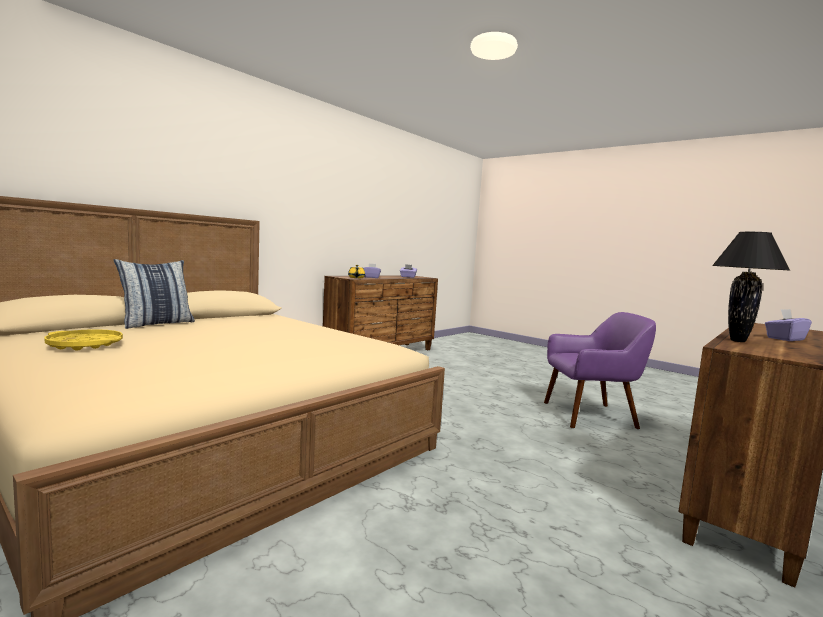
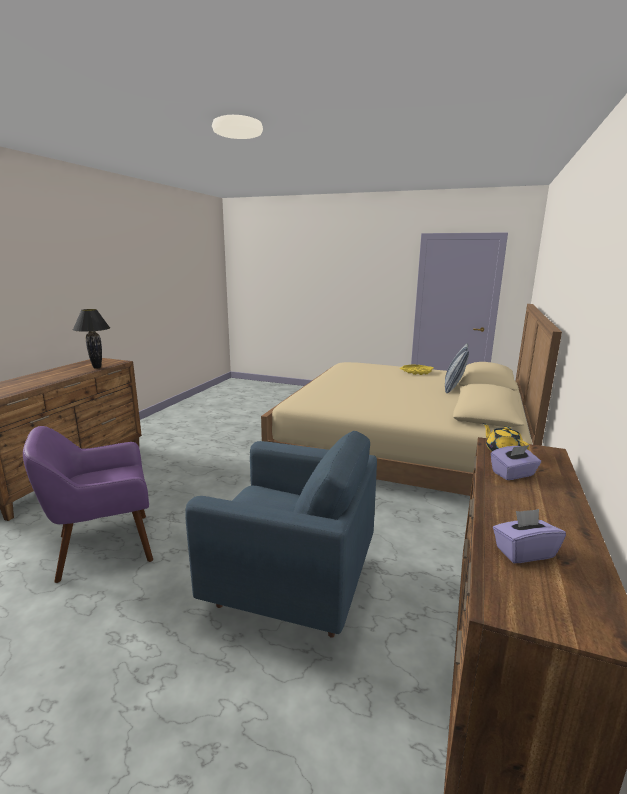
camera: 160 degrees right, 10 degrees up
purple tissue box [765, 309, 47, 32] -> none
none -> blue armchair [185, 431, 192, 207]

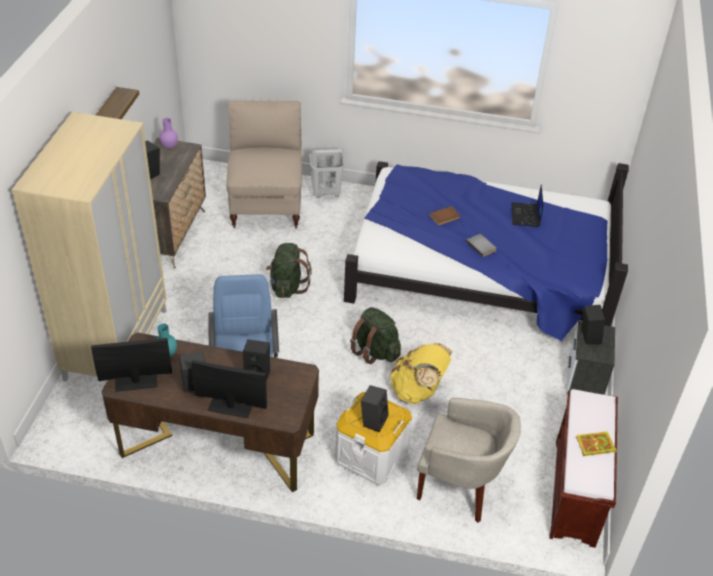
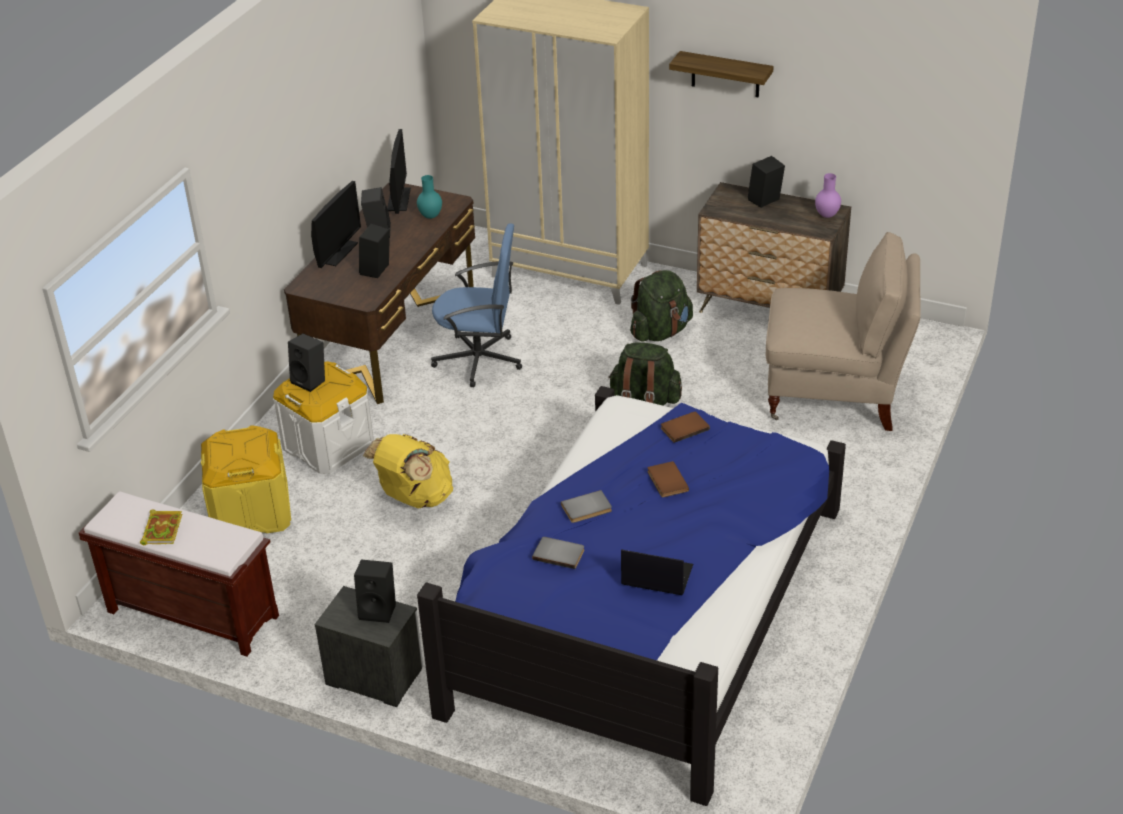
camera: 105 degrees right, 5 degrees down
white laundry basket [309, 149, 35, 49] -> none
green backpack [350, 307, 51, 57] -> green backpack [630, 270, 63, 72], relocated
beige armchair [417, 398, 104, 125] -> yellow storage box [201, 425, 90, 108]
none -> grey book [532, 537, 52, 32]
none -> brown book [661, 412, 49, 31]

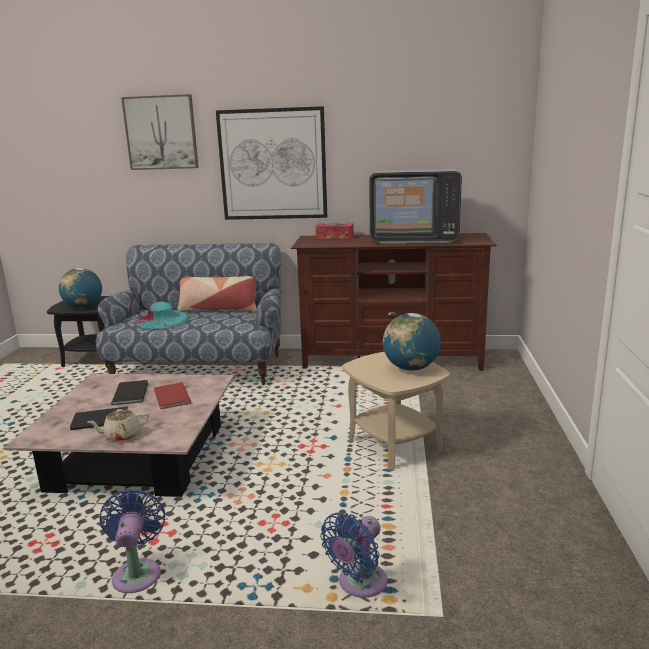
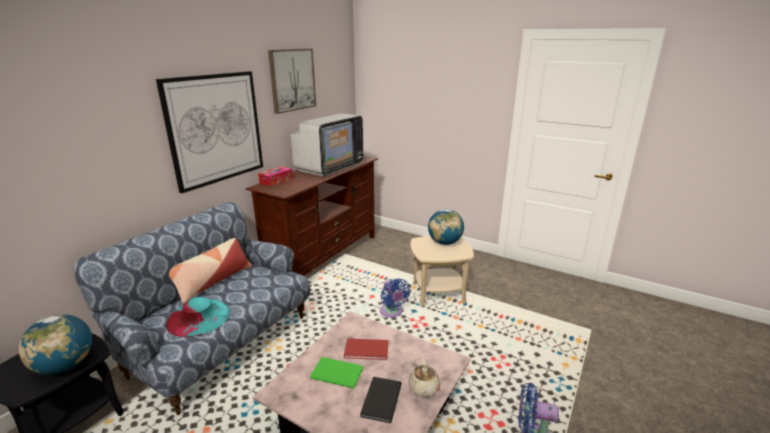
camera: 65 degrees left, 5 degrees up
black book [111, 380, 37, 25] -> green book [310, 357, 53, 32]
picture [121, 94, 78, 76] -> picture [268, 49, 48, 65], relocated
blue fan [320, 512, 67, 86] -> blue fan [380, 279, 31, 38], relocated

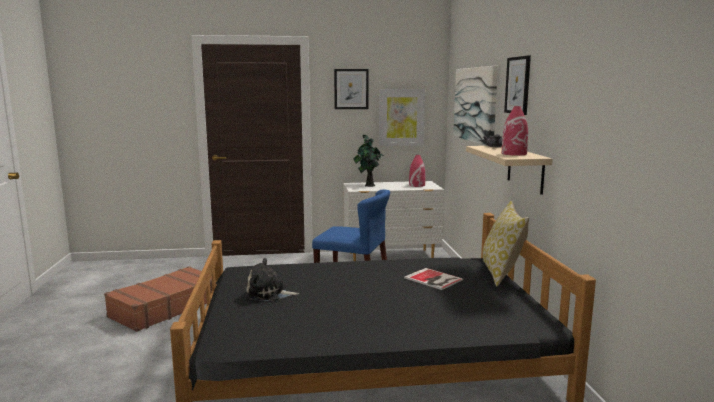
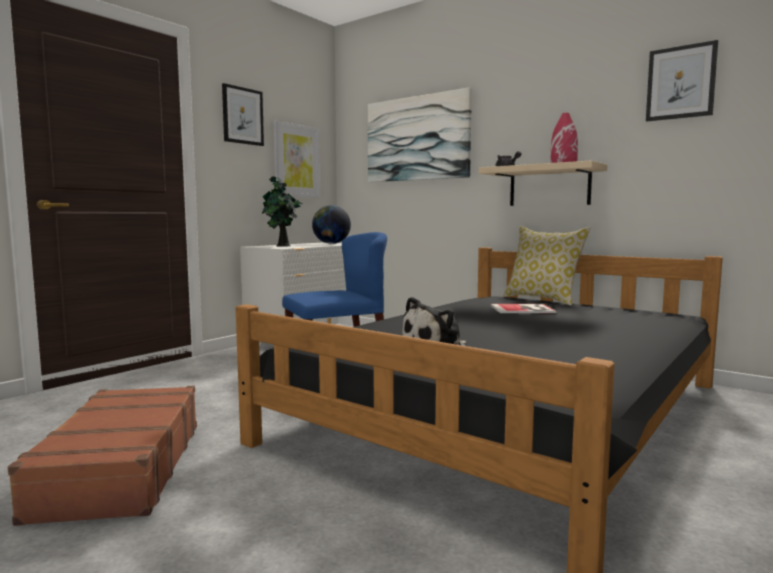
camera: 45 degrees left, 5 degrees down
red vase [409, 155, 16, 32] -> globe [312, 205, 39, 39]
picture [504, 56, 27, 59] -> picture [646, 40, 72, 82], relocated

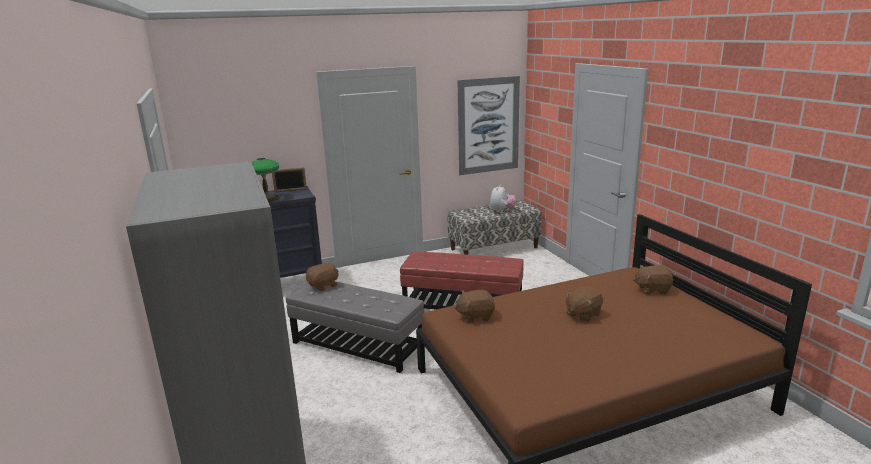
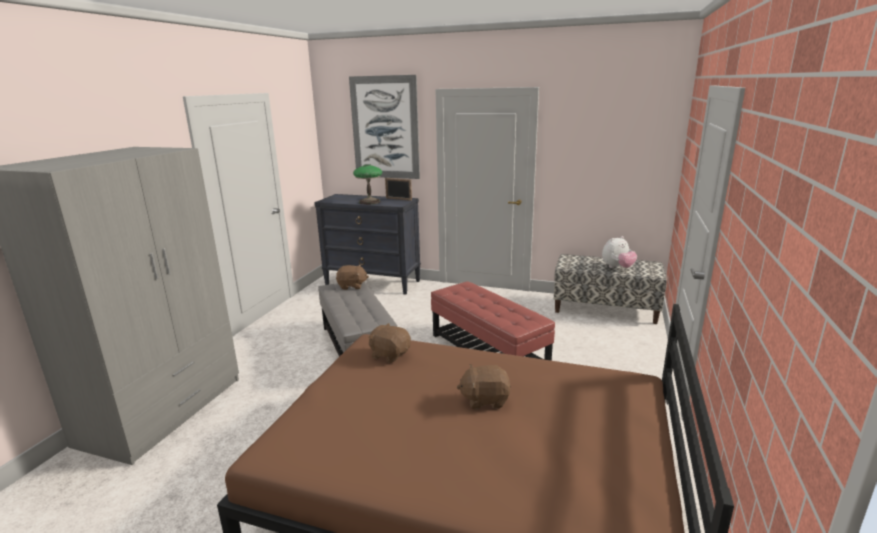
camera: 40 degrees right, 0 degrees up
picture [458, 76, 62, 99] -> picture [349, 75, 71, 104], relocated
brown plush toy [633, 265, 40, 30] -> none

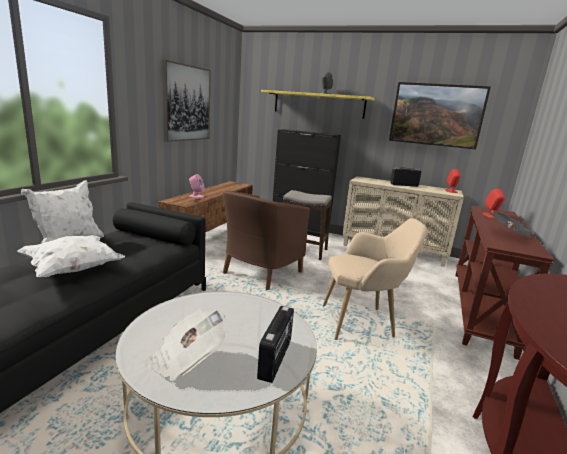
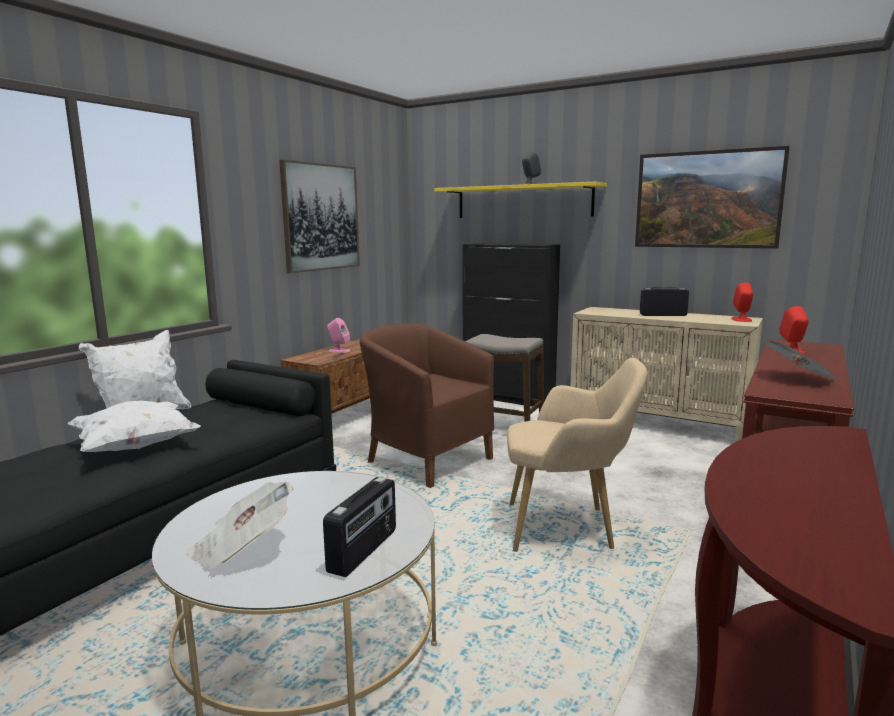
camera: 10 degrees right, 5 degrees down
brown armchair [223, 191, 87, 99] -> brown armchair [360, 324, 134, 164], 90 degrees clockwise

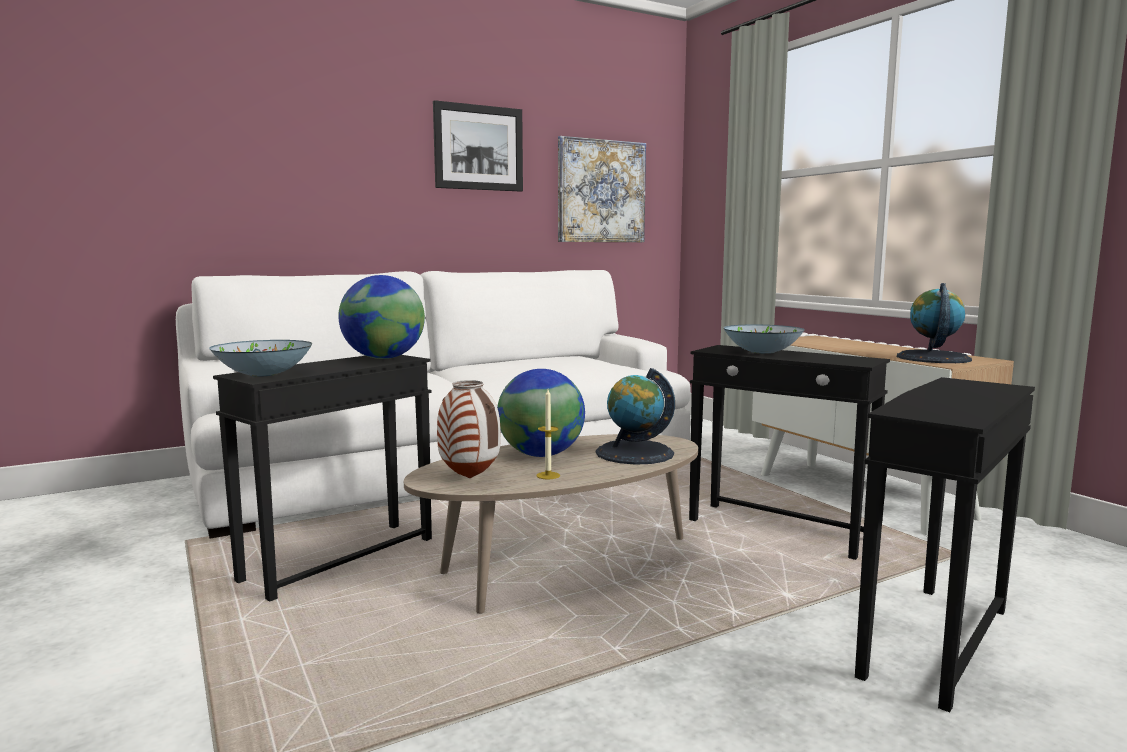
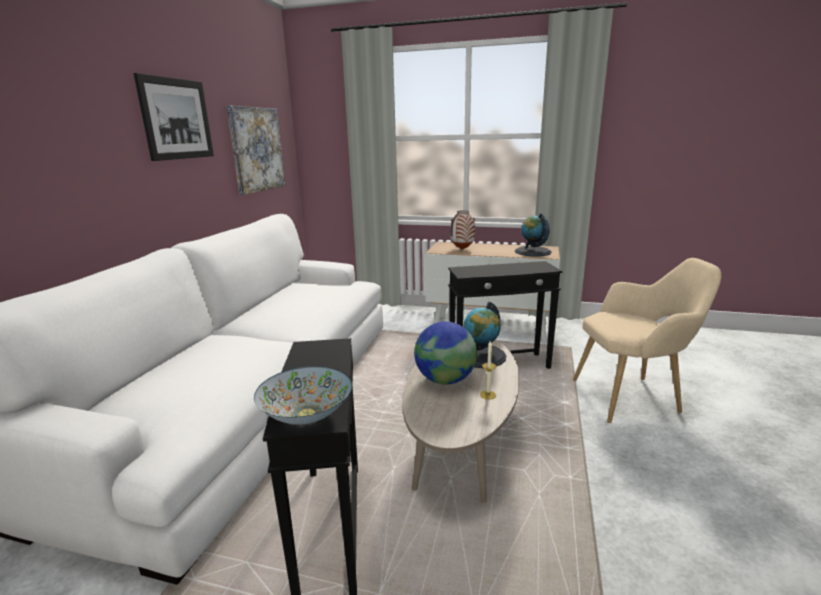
camera: 45 degrees left, 10 degrees up
globe [338, 275, 87, 84] -> none
vase [437, 380, 64, 98] -> vase [450, 210, 25, 40], relocated
bowl [723, 325, 82, 29] -> none
black side table [855, 377, 180, 335] -> beige armchair [573, 258, 148, 165]

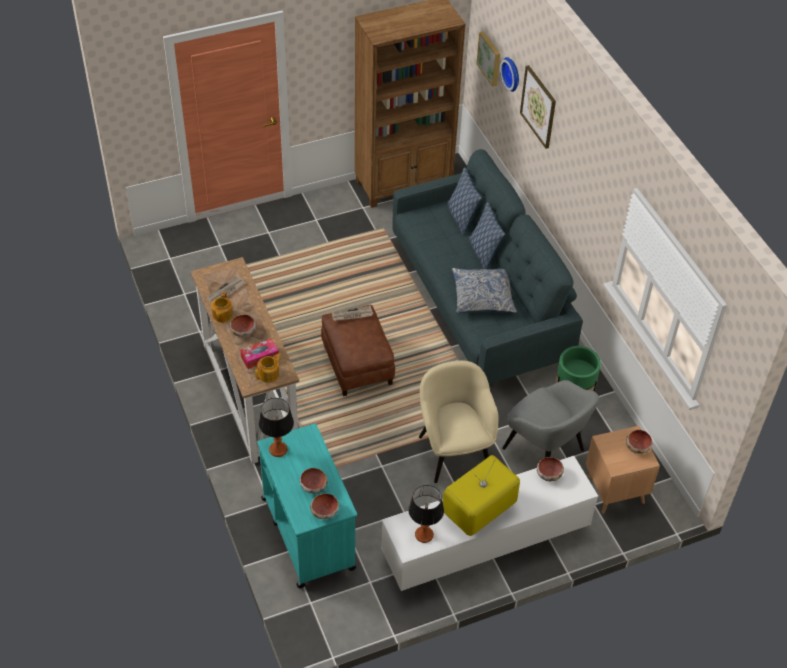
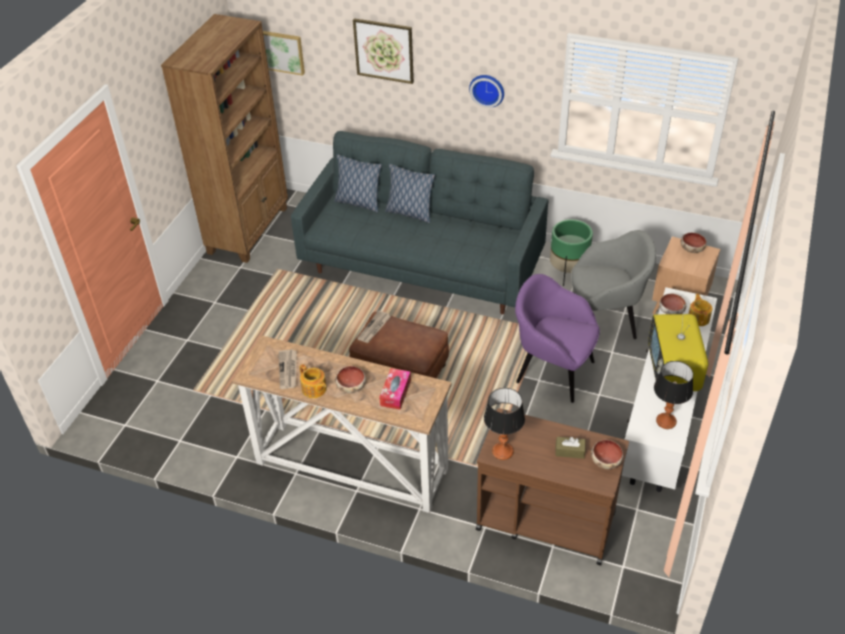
camera: 45 degrees left, 5 degrees down
teapot [255, 353, 27, 30] -> teapot [688, 294, 24, 32], relocated
turquoise cart [257, 423, 100, 165] -> brown cart [476, 408, 153, 157]
bowl [300, 468, 28, 26] -> brown tissue box [555, 437, 31, 22]
beige armchair [419, 360, 80, 123] -> purple armchair [515, 274, 85, 129]
pillow [452, 268, 65, 45] -> none
wall clock [500, 57, 19, 35] -> wall clock [469, 75, 35, 33], relocated

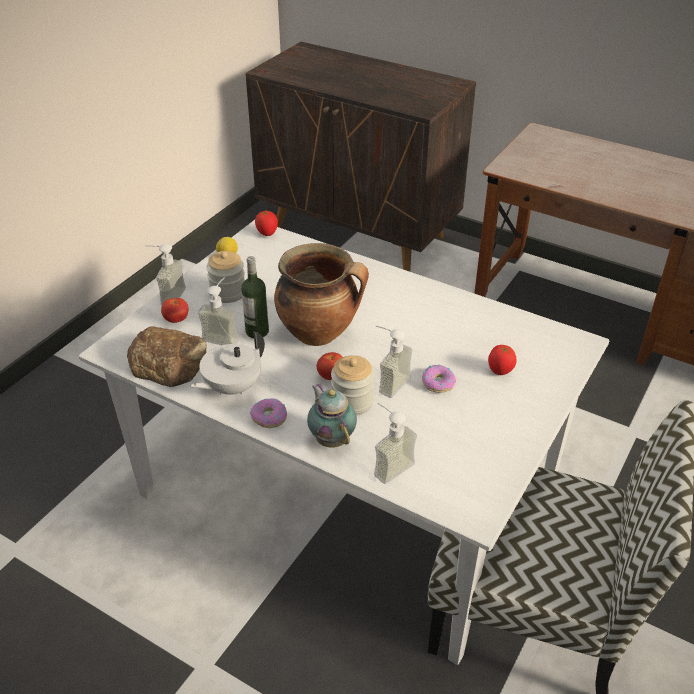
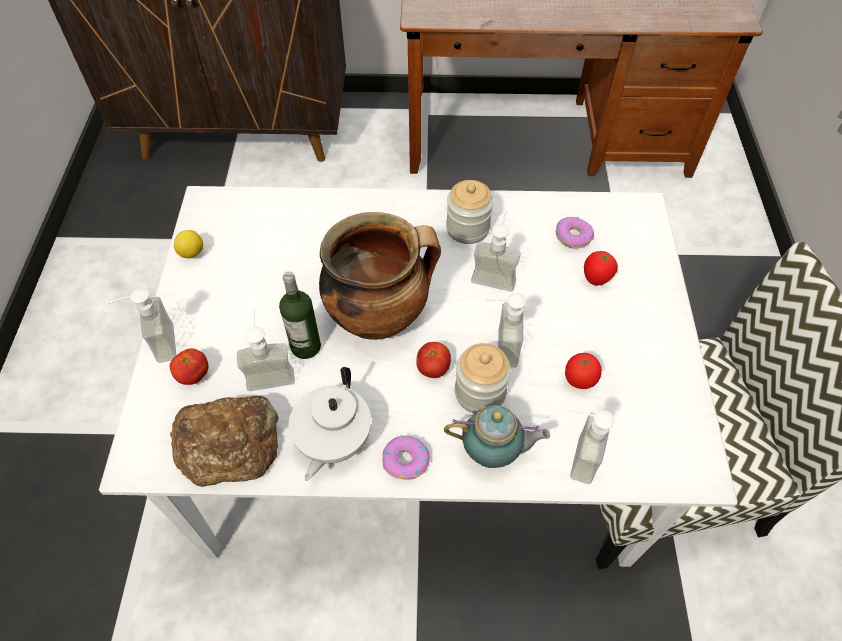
camera: 30 degrees left, 15 degrees up
jar [207, 251, 38, 52] -> jar [446, 180, 47, 64], relocated
tomato [255, 210, 23, 26] -> tomato [565, 353, 37, 36], relocated
teapot [307, 383, 50, 65] -> teapot [444, 405, 106, 63], 150 degrees clockwise
donut [422, 365, 34, 28] -> donut [556, 217, 38, 31], relocated
none -> soap dispenser [471, 210, 50, 82]

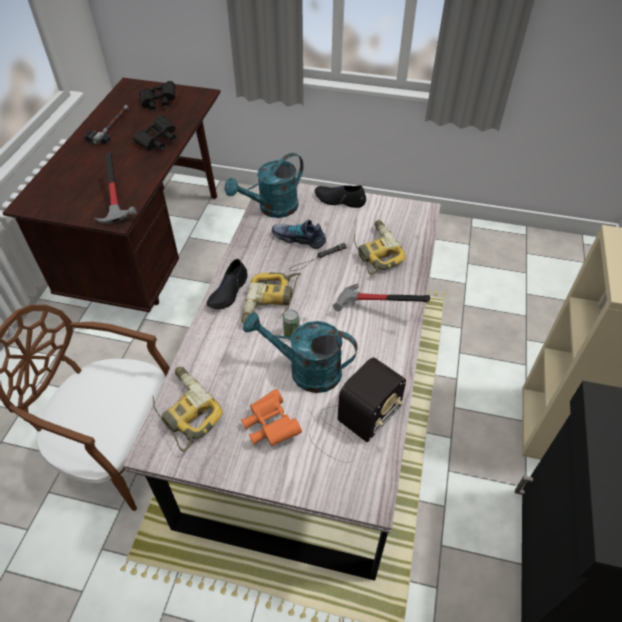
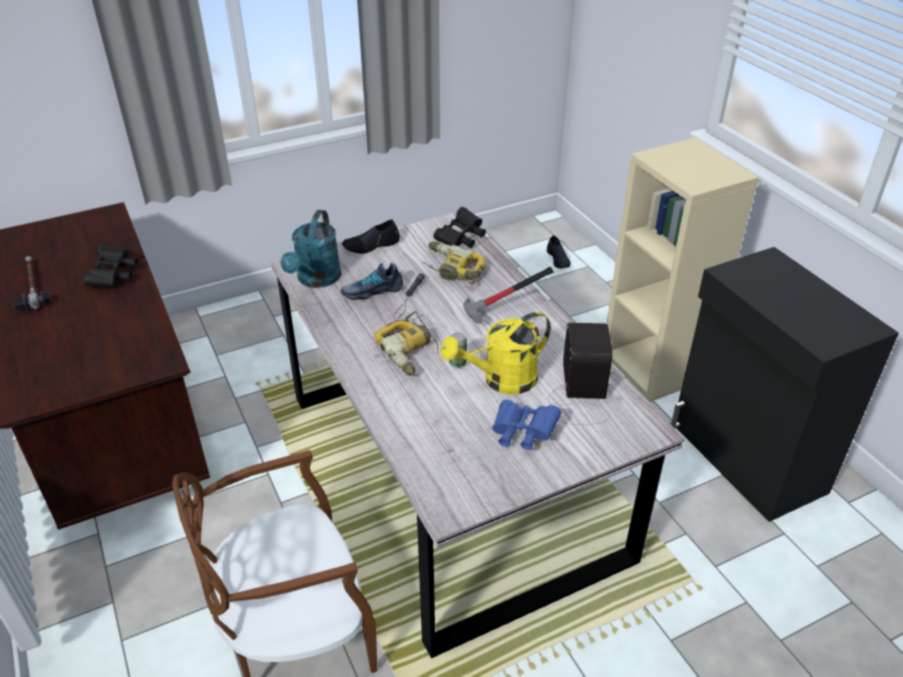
camera: 40 degrees left, 10 degrees down
hammer [95, 153, 42, 71] -> none
black binoculars [139, 81, 36, 31] -> black binoculars [433, 207, 53, 41], relocated
power drill [152, 367, 71, 85] -> none
black shoe [207, 259, 41, 51] -> black shoe [547, 235, 23, 34], relocated
orange binoculars [241, 389, 61, 58] -> blue binoculars [492, 400, 69, 50]
turquoise watering can [243, 312, 115, 81] -> yellow watering can [441, 312, 110, 83]

